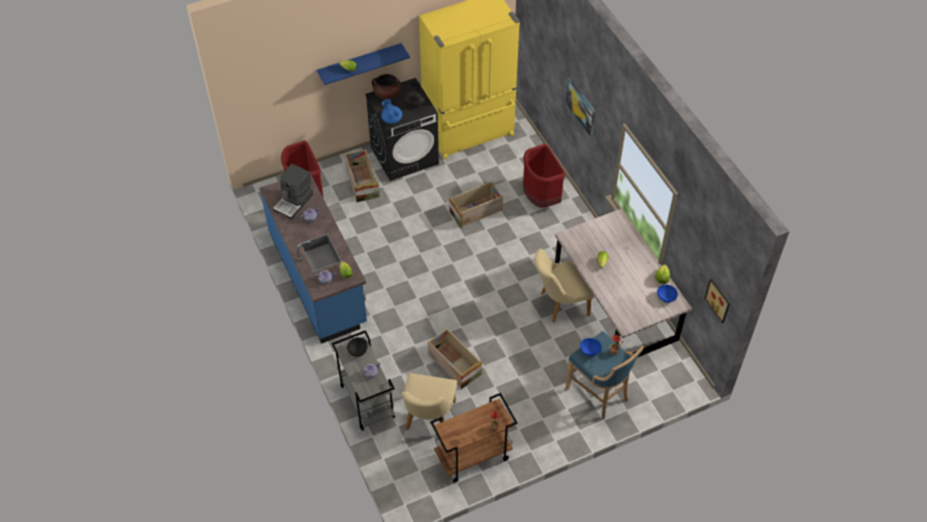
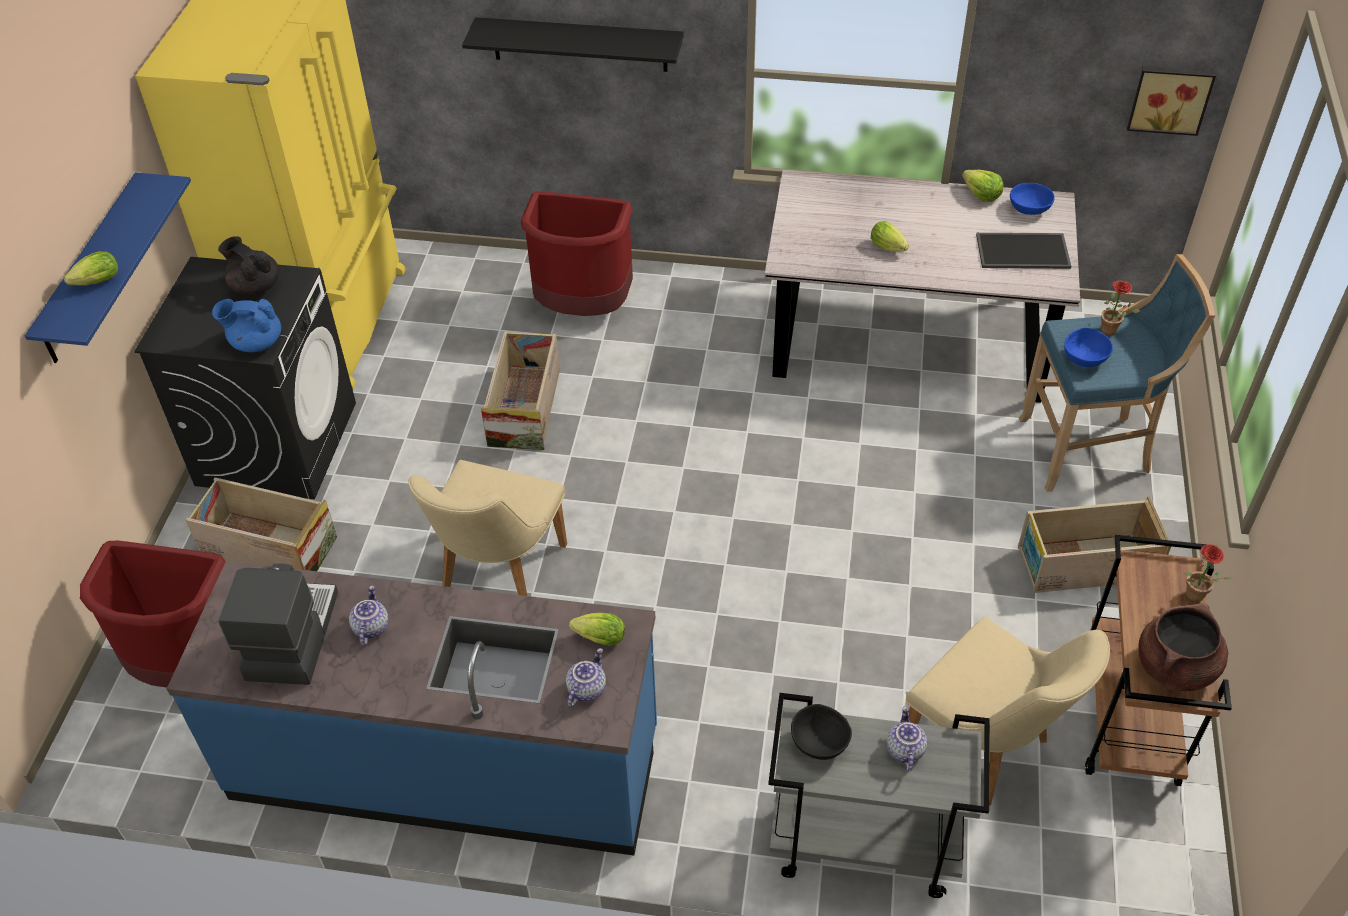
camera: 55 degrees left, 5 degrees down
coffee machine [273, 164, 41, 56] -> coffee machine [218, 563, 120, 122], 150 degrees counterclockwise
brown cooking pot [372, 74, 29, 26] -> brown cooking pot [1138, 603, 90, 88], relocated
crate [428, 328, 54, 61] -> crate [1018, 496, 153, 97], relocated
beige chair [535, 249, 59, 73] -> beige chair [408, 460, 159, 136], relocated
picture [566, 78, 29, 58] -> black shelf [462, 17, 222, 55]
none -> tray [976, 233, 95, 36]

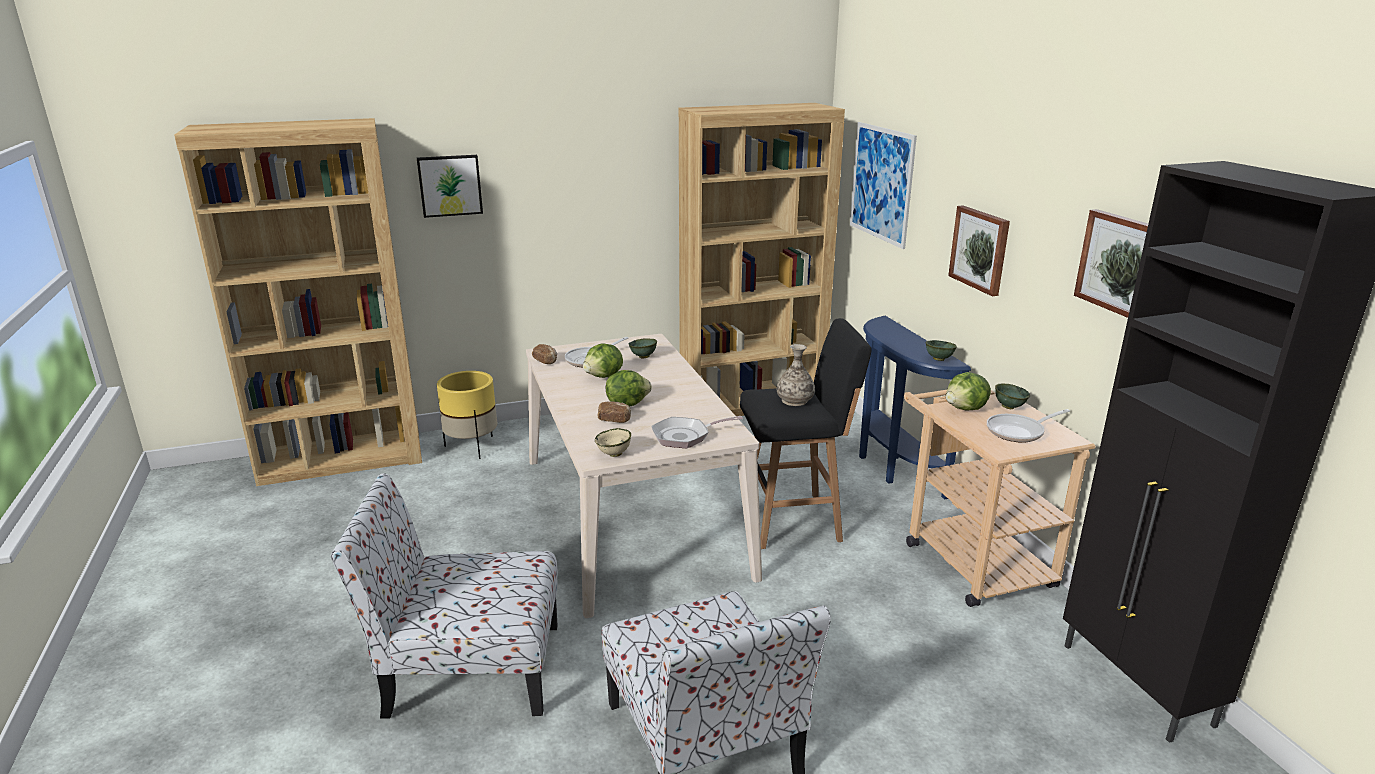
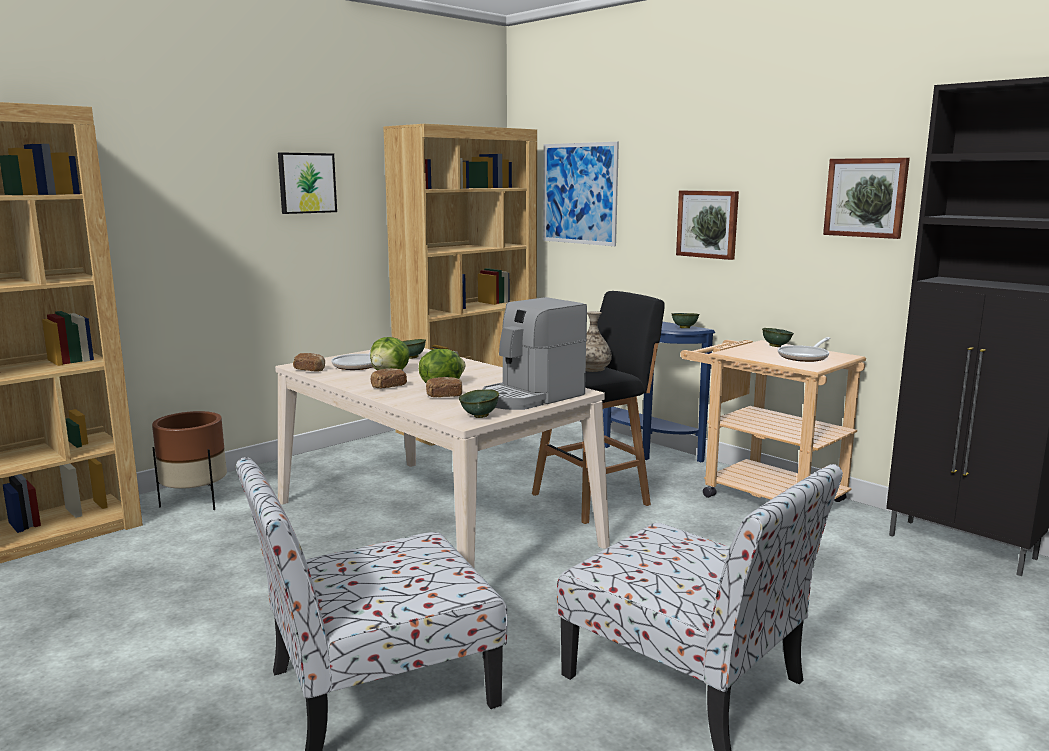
camera: 25 degrees left, 10 degrees down
picture [417, 155, 66, 63] -> picture [278, 152, 59, 62], relocated
yellow planter [437, 371, 61, 88] -> brown planter [152, 411, 75, 99]
beige bowl [595, 428, 36, 29] -> green bowl [459, 389, 40, 29]
frying pan [651, 416, 92, 32] -> coffee machine [482, 297, 105, 113]
lettuce [946, 372, 45, 39] -> none
none -> bread [371, 368, 36, 20]

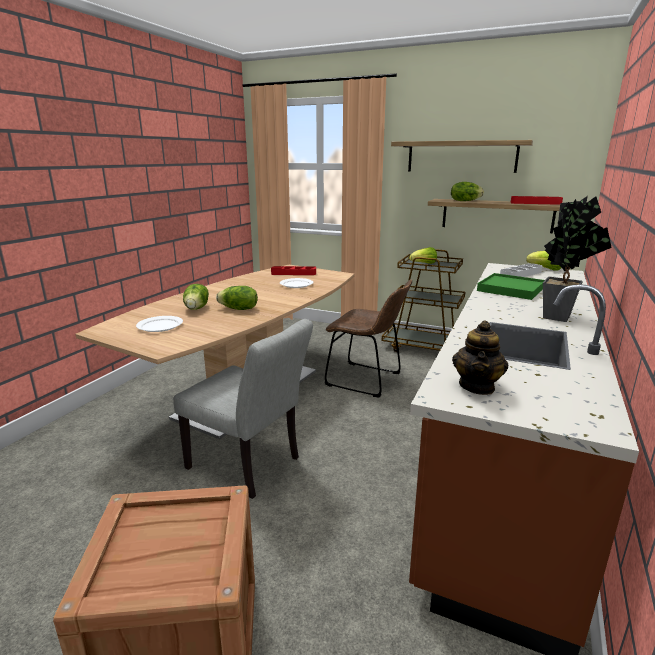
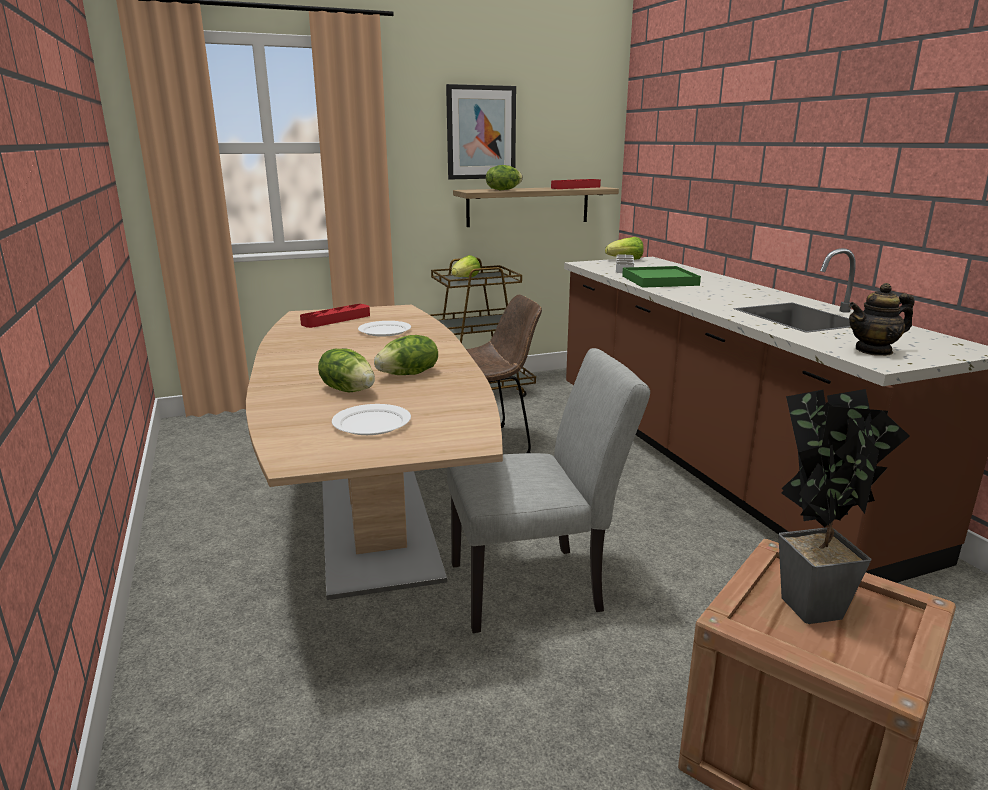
camera: 45 degrees left, 0 degrees up
shelf [391, 140, 142, 33] -> picture [446, 84, 70, 95]
teapot [452, 320, 57, 75] -> teapot [849, 283, 65, 73], 105 degrees clockwise
potted plant [543, 196, 69, 126] -> potted plant [778, 389, 132, 235], relocated

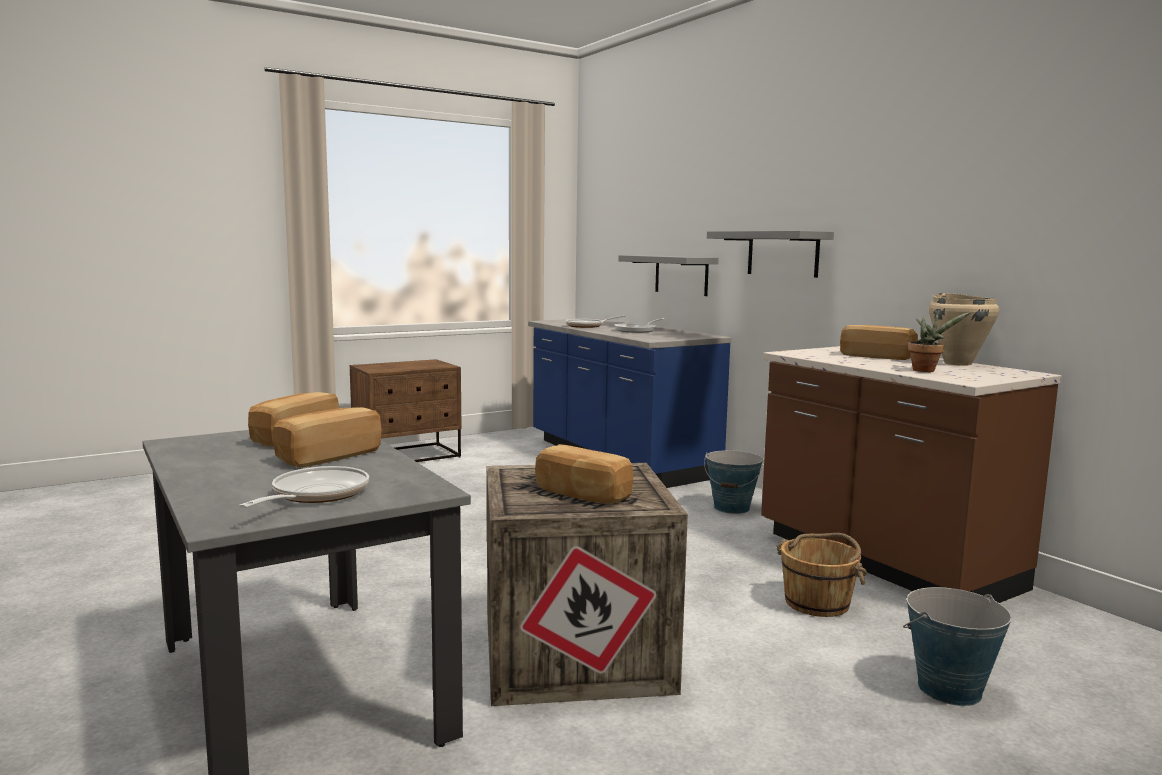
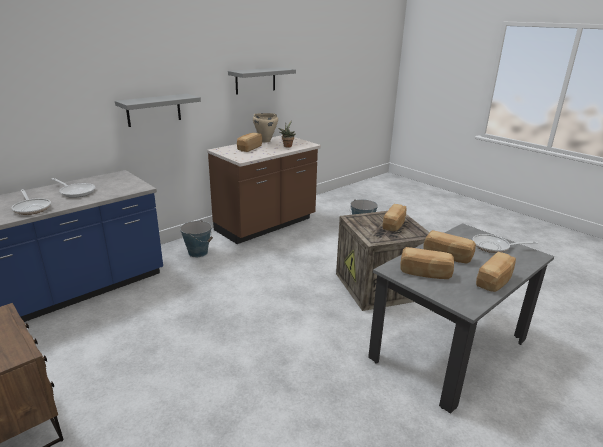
camera: 100 degrees left, 15 degrees up
grey shelf [618, 255, 101, 41] -> grey shelf [228, 67, 68, 28], relocated
brown bucket [776, 533, 91, 84] -> none
none -> bread [476, 252, 40, 40]

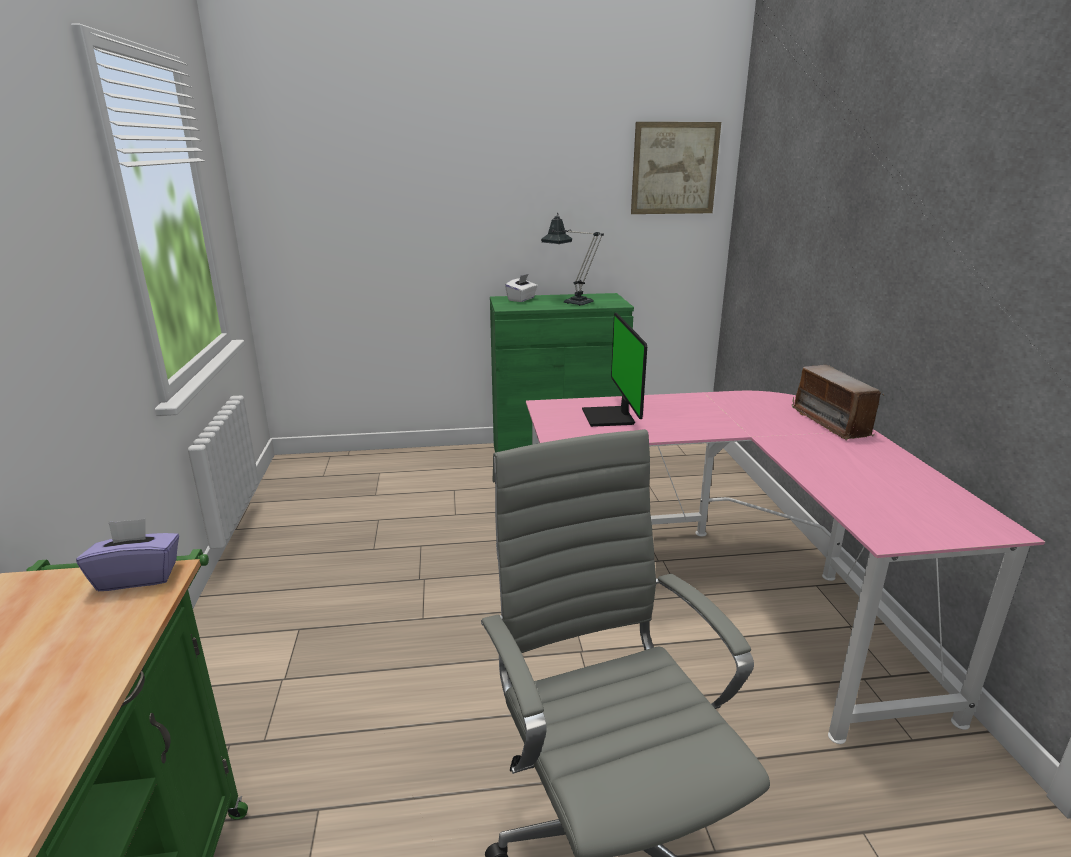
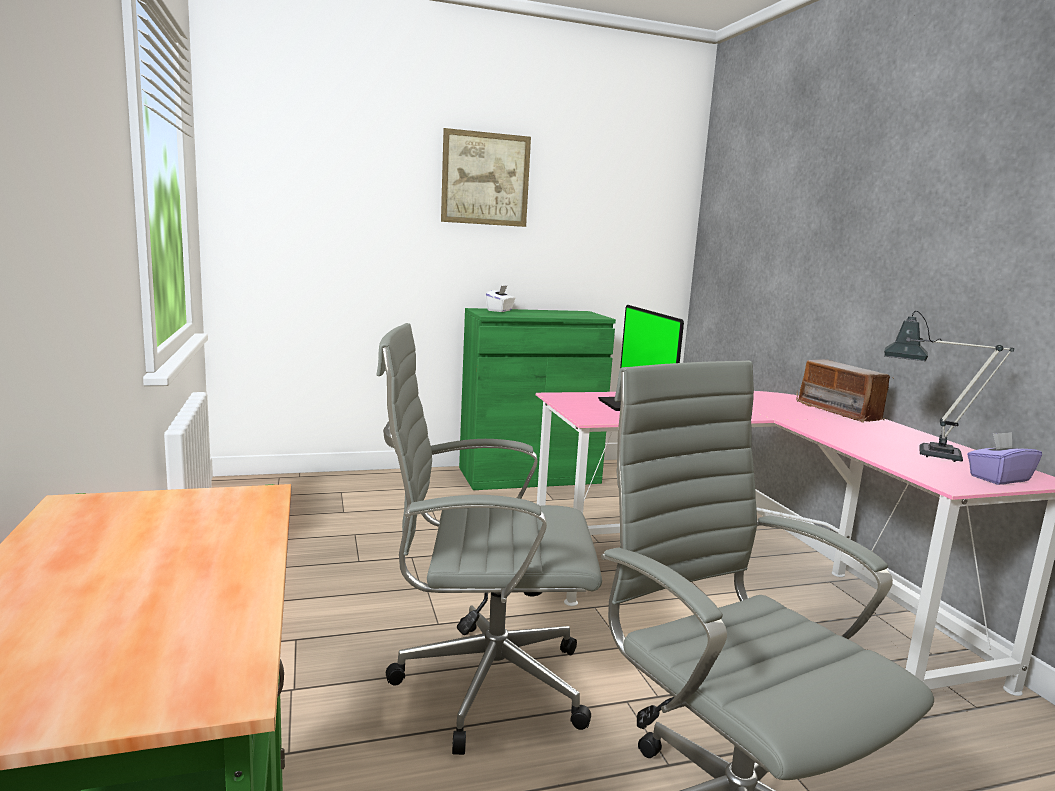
camera: 10 degrees left, 10 degrees down
purple tissue box [76, 519, 103, 72] -> purple tissue box [967, 432, 75, 53], relocated
table lamp [541, 213, 63, 93] -> table lamp [884, 311, 130, 151], relocated
picture [631, 122, 90, 92] -> picture [441, 128, 90, 99], relocated
none -> grey office chair [377, 323, 225, 432]

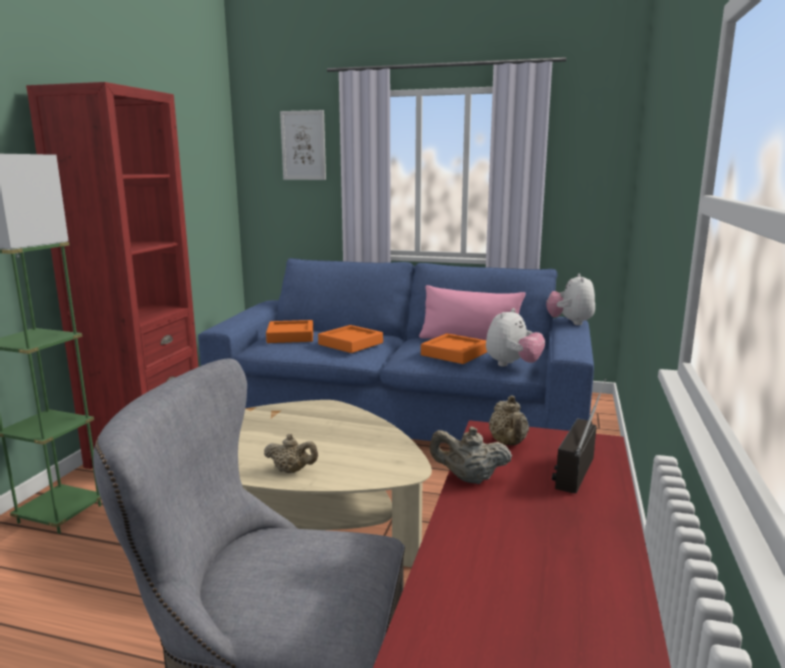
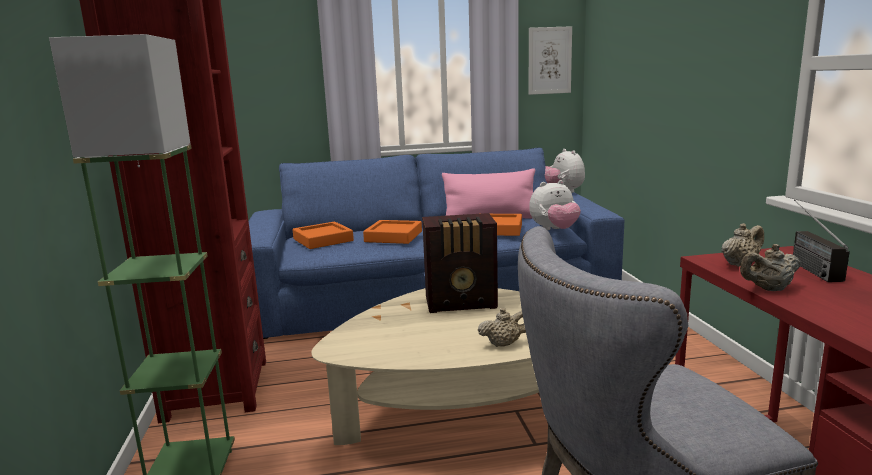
camera: 25 degrees left, 0 degrees up
picture [280, 110, 46, 70] -> picture [529, 26, 43, 69], relocated
plush toy [486, 308, 59, 58] -> plush toy [529, 180, 52, 50], 60 degrees clockwise
beige teapot [489, 395, 40, 50] -> beige teapot [721, 223, 43, 44], 90 degrees counterclockwise
none -> radio [422, 213, 76, 100]

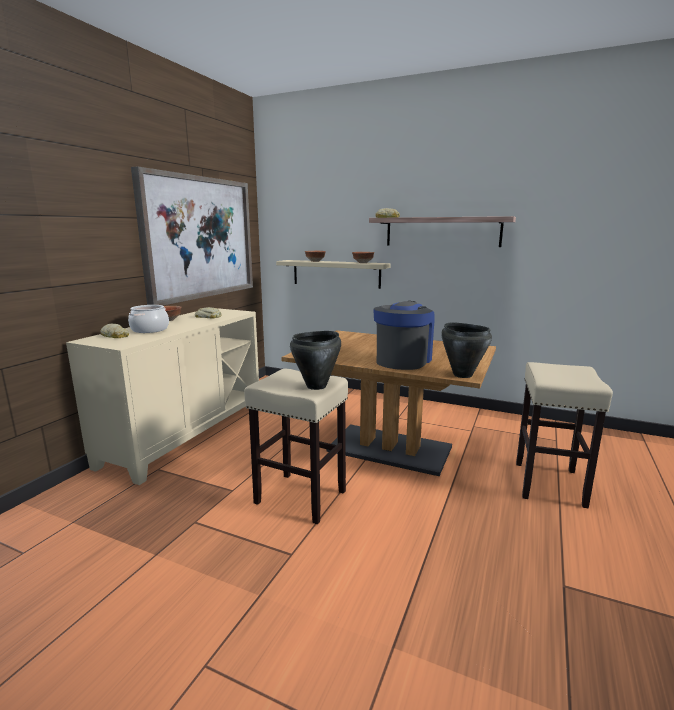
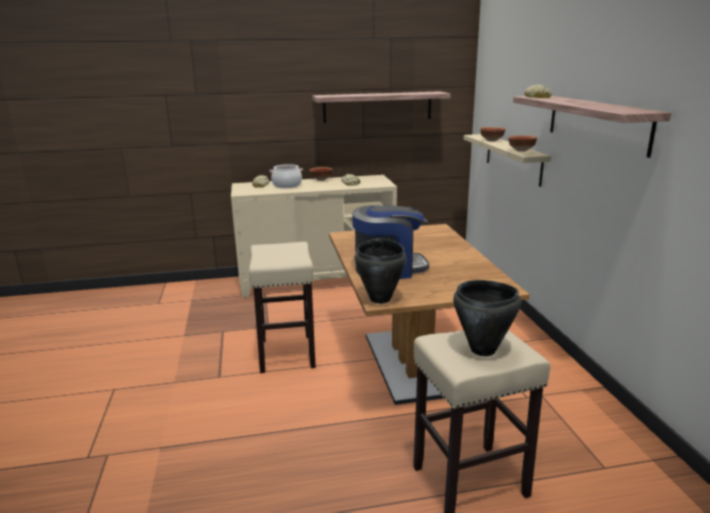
camera: 55 degrees right, 5 degrees up
picture [131, 166, 122, 139] -> shelf [313, 91, 137, 32]
black cooking pot [290, 331, 51, 59] -> black cooking pot [453, 280, 68, 76], relocated

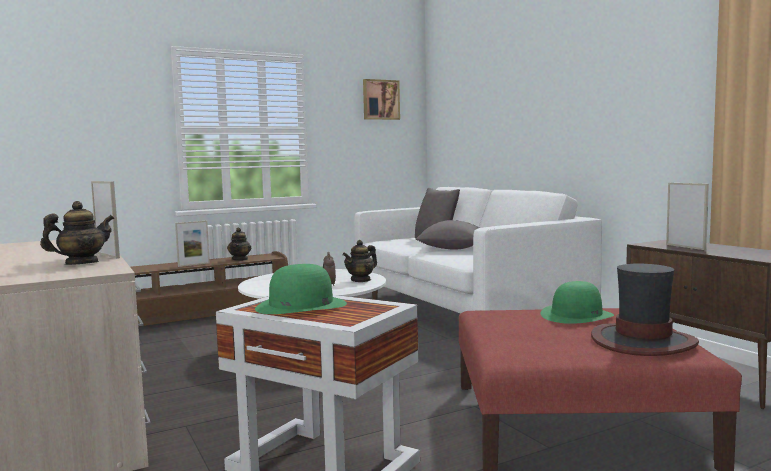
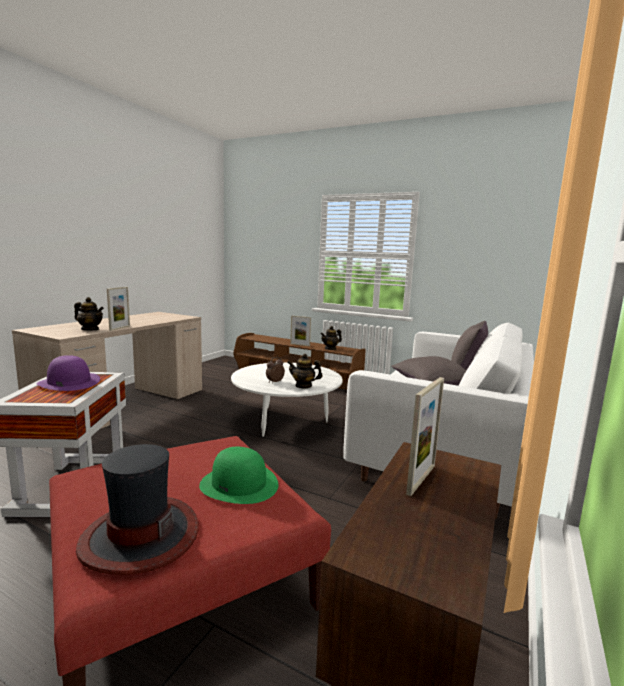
camera: 55 degrees right, 5 degrees up
green hat [255, 264, 92, 50] -> purple hat [37, 355, 63, 36]
picture [363, 79, 37, 41] -> none

